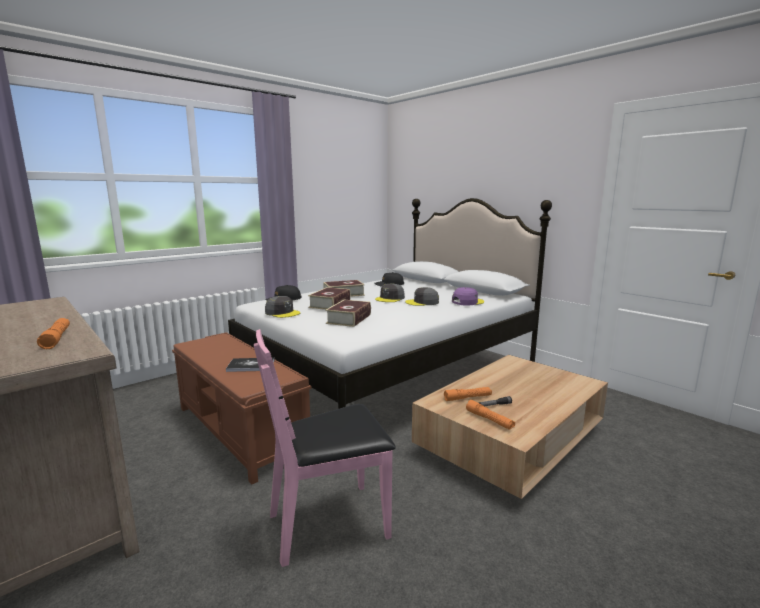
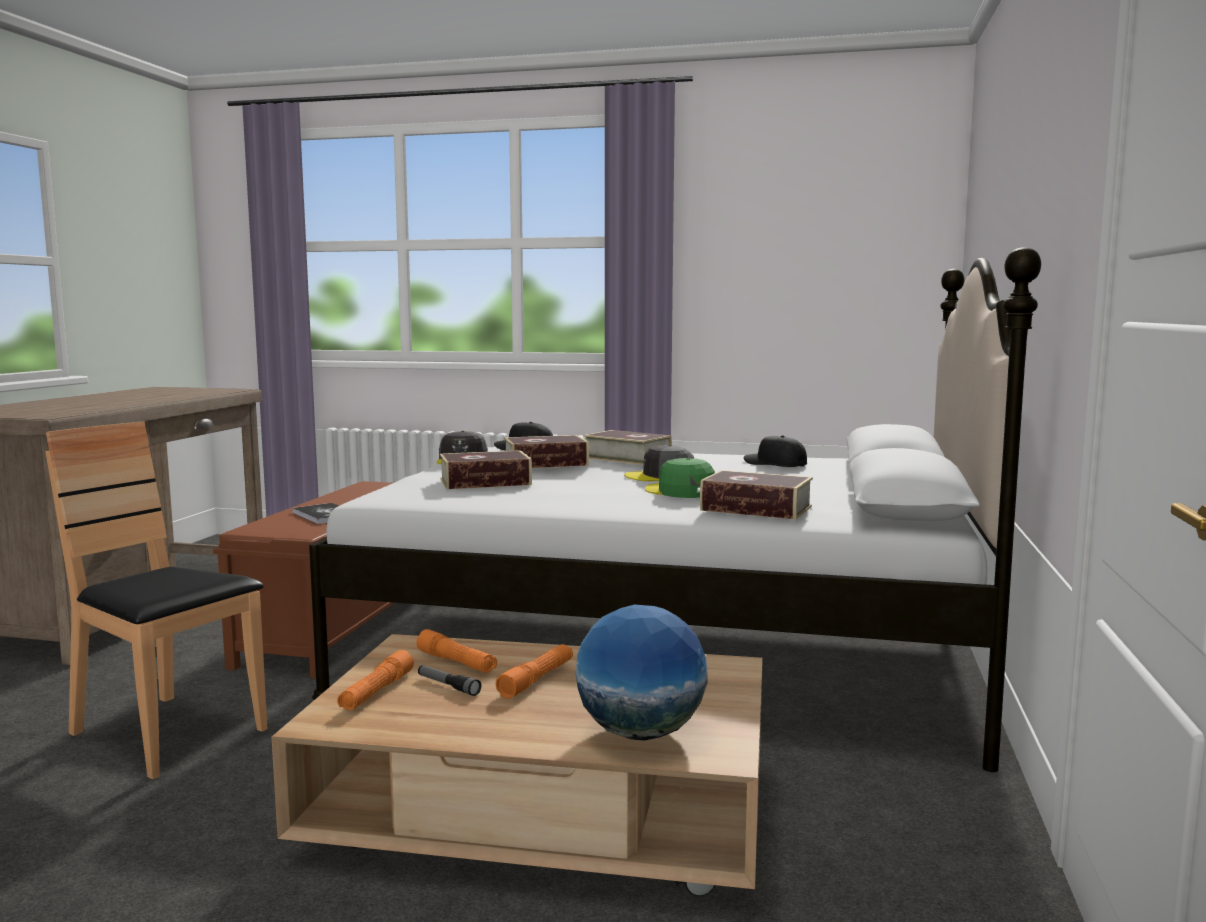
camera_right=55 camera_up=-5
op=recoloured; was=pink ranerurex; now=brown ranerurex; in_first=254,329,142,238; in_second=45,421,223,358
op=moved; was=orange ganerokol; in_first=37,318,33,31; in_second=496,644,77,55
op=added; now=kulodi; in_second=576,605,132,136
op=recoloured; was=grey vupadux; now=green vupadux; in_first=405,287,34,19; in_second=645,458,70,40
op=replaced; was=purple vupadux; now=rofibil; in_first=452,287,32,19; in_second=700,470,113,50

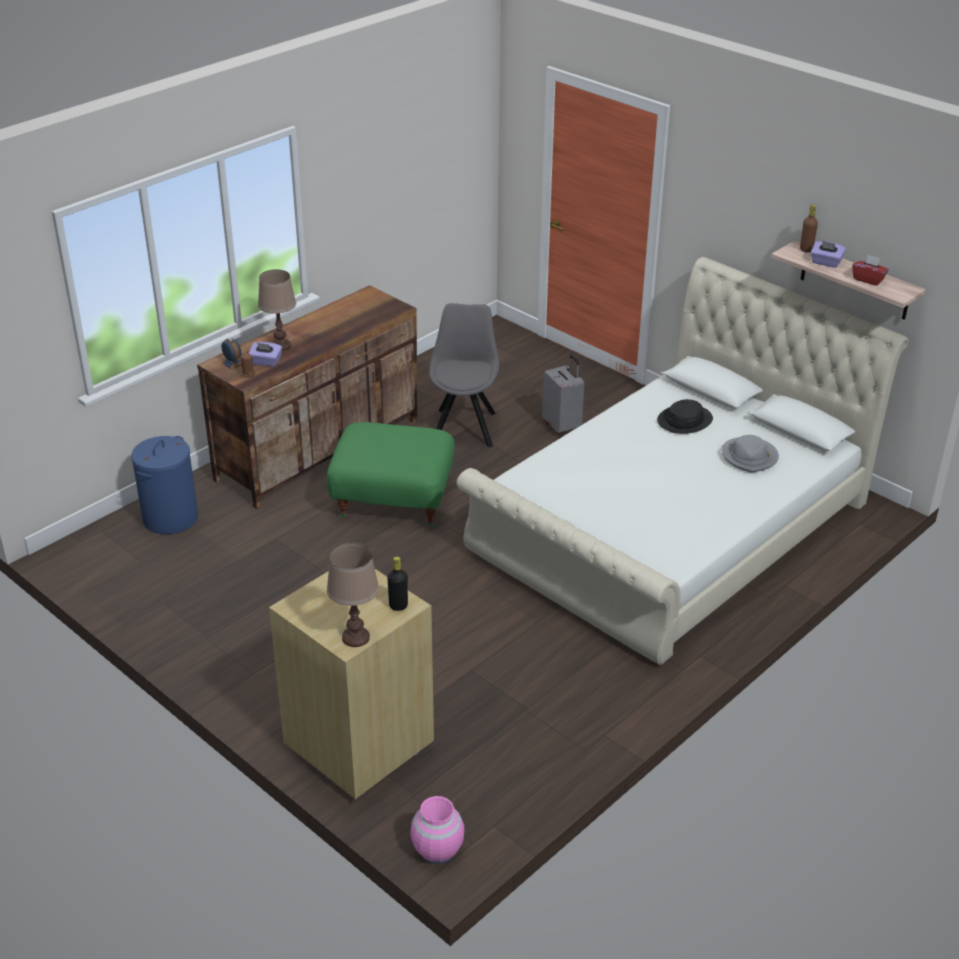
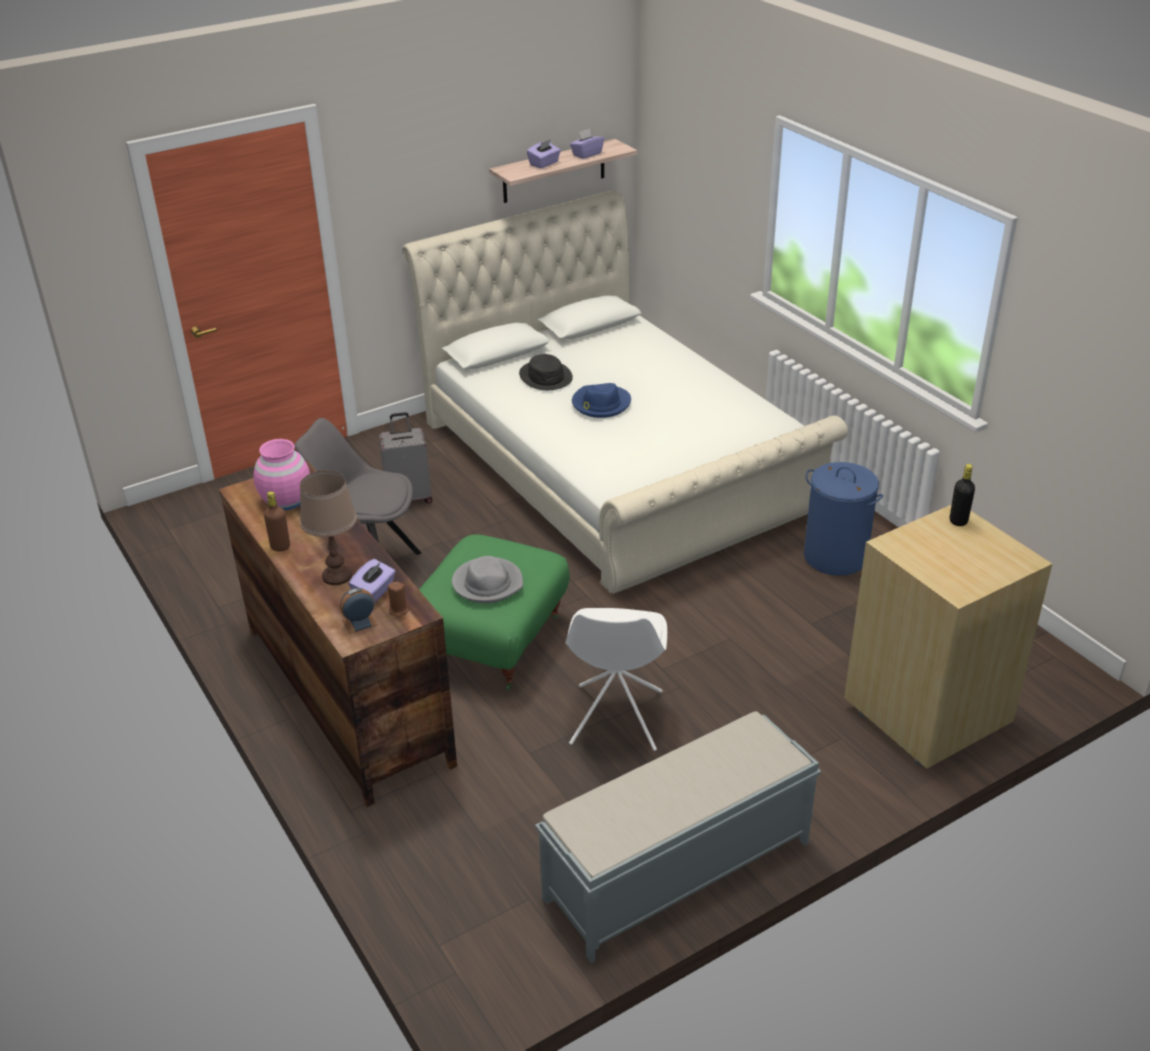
camera_right=-75 camera_up=0
op=moved; was=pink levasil; in_first=410,796,54,68; in_second=253,439,57,71
op=moved; was=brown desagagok; in_first=800,205,18,48; in_second=264,491,26,61
op=moved; was=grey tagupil; in_first=722,435,57,37; in_second=452,556,71,47
op=added; now=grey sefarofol; in_second=535,711,286,252
op=added; now=white ranerurex; in_second=565,608,102,143
op=recoloured; was=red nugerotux; now=purple nugerotux; in_first=852,255,37,31; in_second=570,129,34,30
op=added; now=blue tagupil; in_second=572,383,59,35
op=moved; was=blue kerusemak; in_first=131,436,67,98; in_second=804,462,79,114
op=removed; was=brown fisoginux; in_first=327,543,52,104

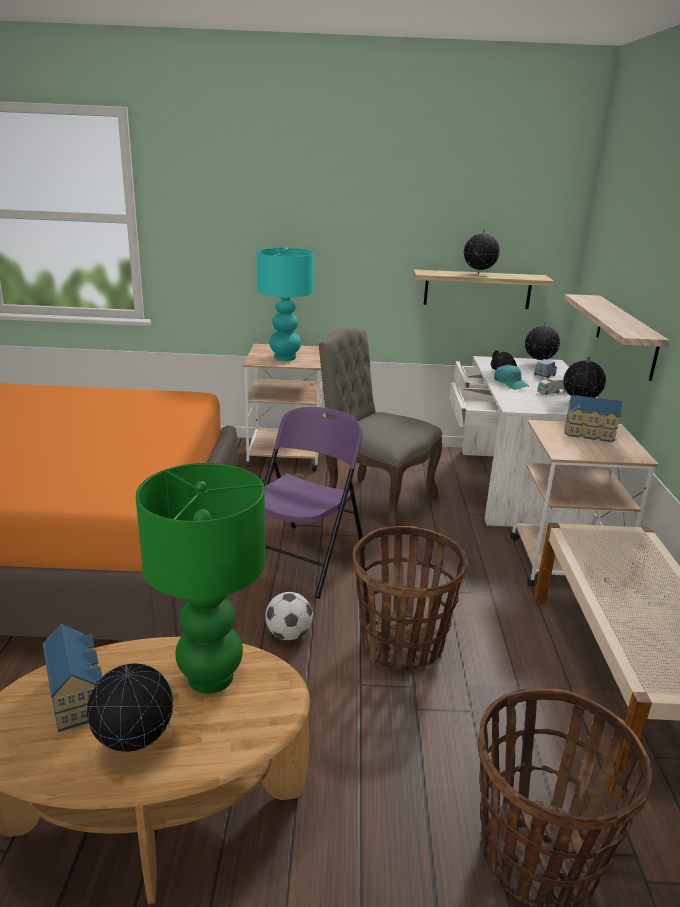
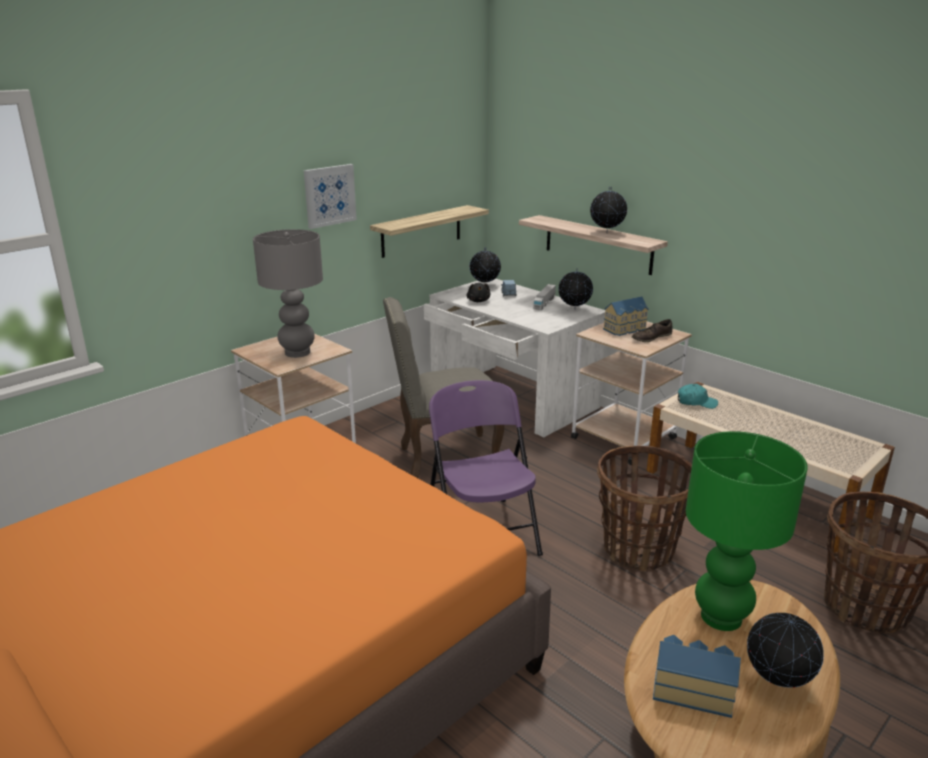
camera_right=-45 camera_up=0
op=recoloured; was=turquoise fisoginux; now=grey fisoginux; in_first=257,248,57,113; in_second=253,229,70,129
op=added; now=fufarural; in_second=304,164,53,65
op=moved; was=kulodi; in_first=464,229,36,46; in_second=590,187,37,46
op=added; now=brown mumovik; in_second=632,319,40,23
op=moved; was=turquoise vupadux; in_first=494,364,35,25; in_second=678,384,40,25
op=removed; was=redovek; in_first=265,592,48,48

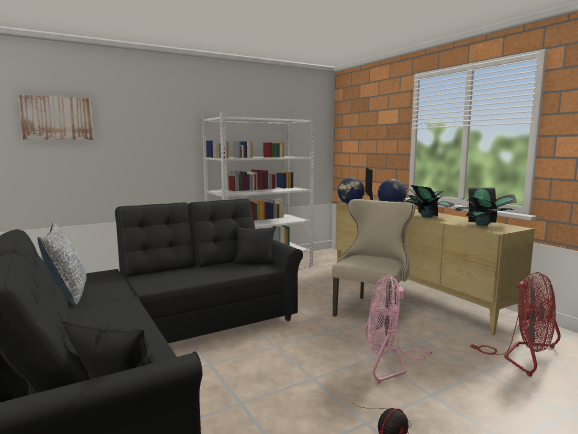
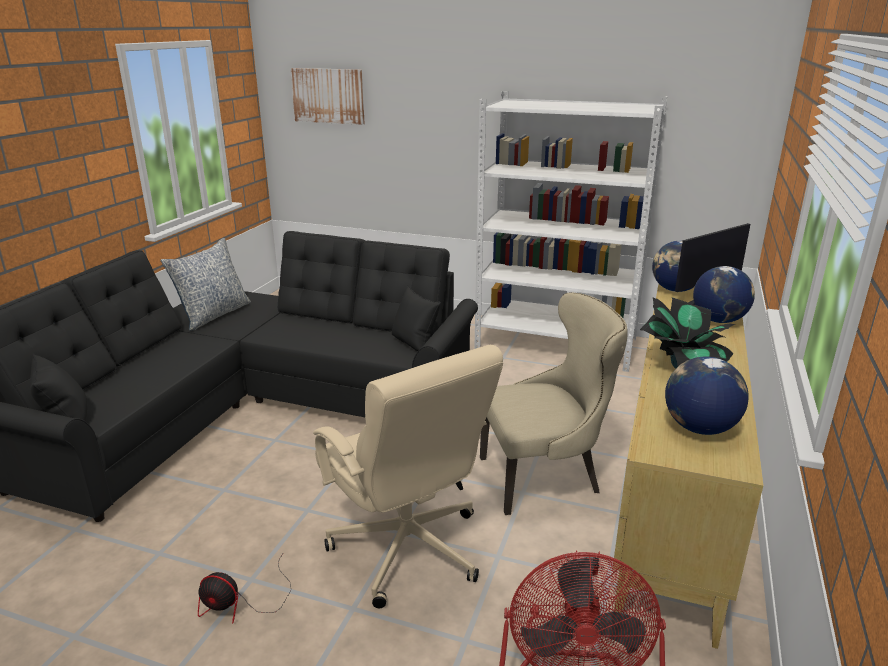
camera_right=50 camera_up=15
op=replaced; was=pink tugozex; now=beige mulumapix; in_first=364,275,69,109; in_second=313,345,190,263
op=replaced; was=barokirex; now=kulodi; in_first=454,188,63,38; in_second=665,357,84,78

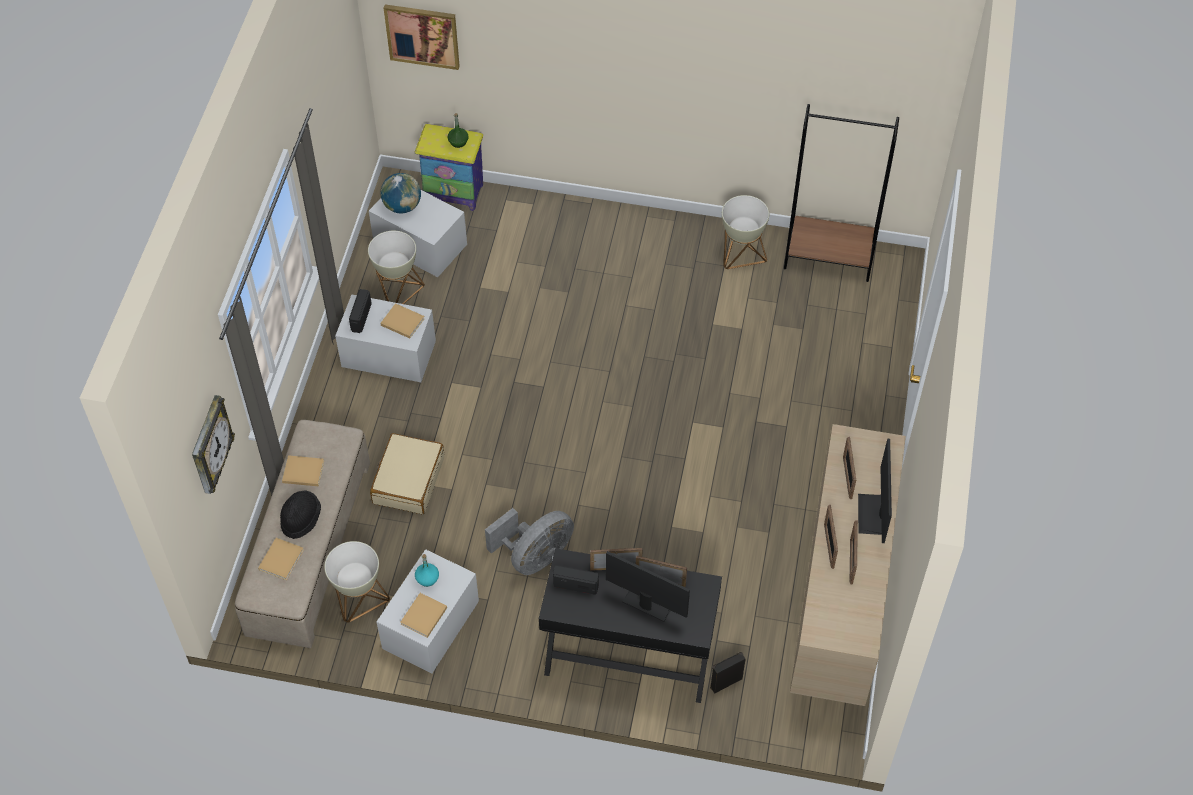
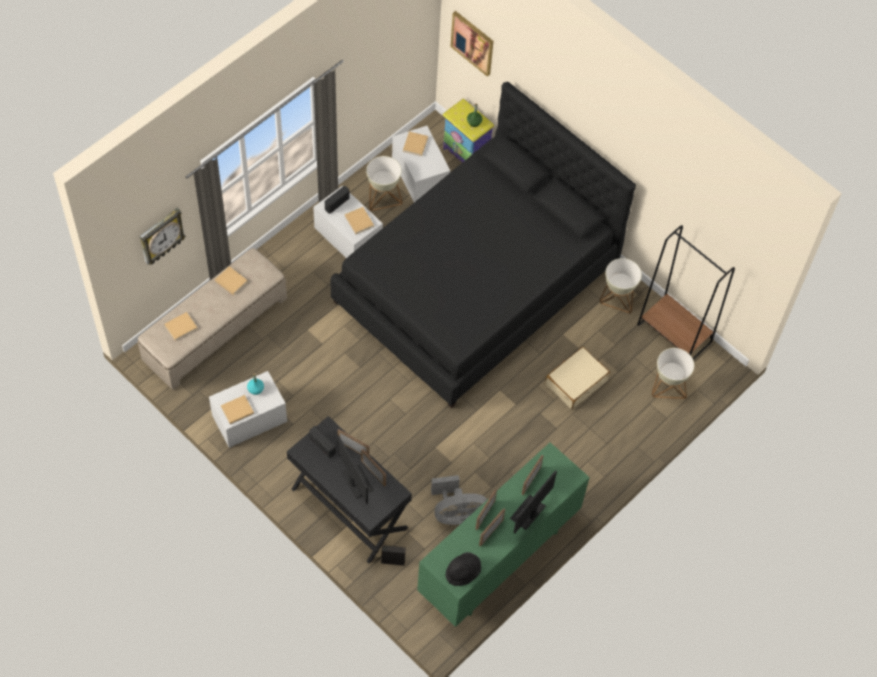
camera_right=30 camera_up=5
op=added; now=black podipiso; in_second=331,82,305,326
op=replaced; was=kulodi; now=beige rofibil; in_first=381,173,40,40; in_second=403,131,25,25
op=recoloured; was=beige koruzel; now=green koruzel; in_first=790,424,116,282; in_second=417,442,173,185
op=moved; was=grey tugozex; in_first=485,508,89,67; in_second=431,475,56,50
op=moved; was=black tagupil; in_first=280,491,41,48; in_second=445,552,36,34
op=moved; was=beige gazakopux; in_first=370,433,74,82; in_second=545,347,65,62
op=moved; was=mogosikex; in_first=324,541,66,82; in_second=652,348,42,51

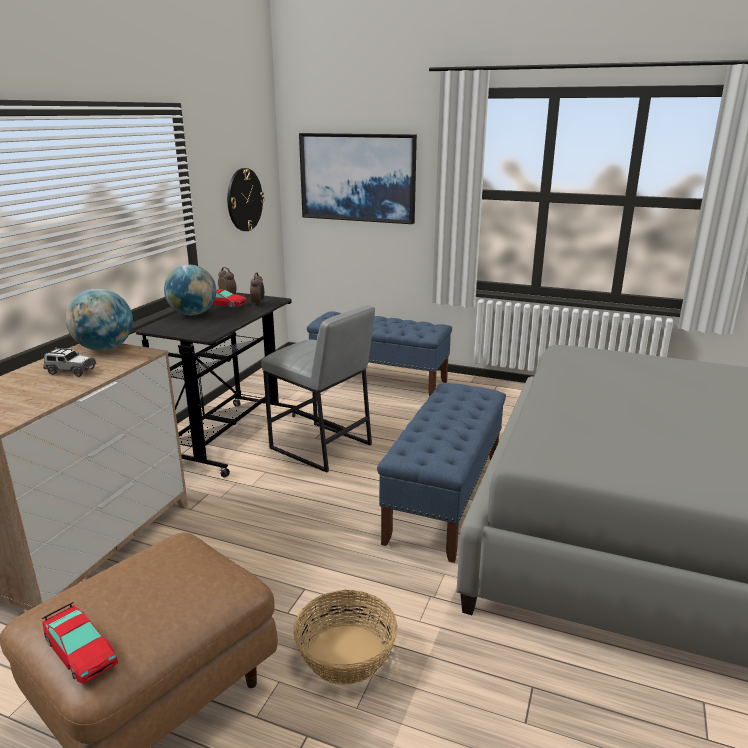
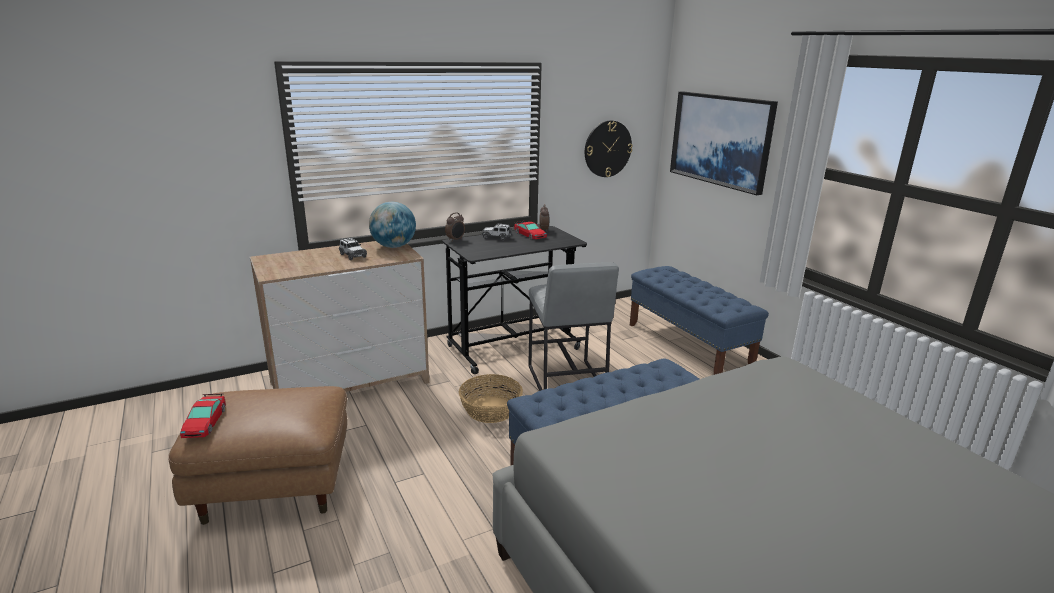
camera_right=40 camera_up=0
op=moved; was=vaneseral; in_first=250,273,14,33; in_second=445,212,20,30
op=moved; was=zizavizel; in_first=293,590,105,95; in_second=459,374,64,49
op=replaced; was=kulodi; now=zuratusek; in_first=164,265,52,50; in_second=482,224,30,16

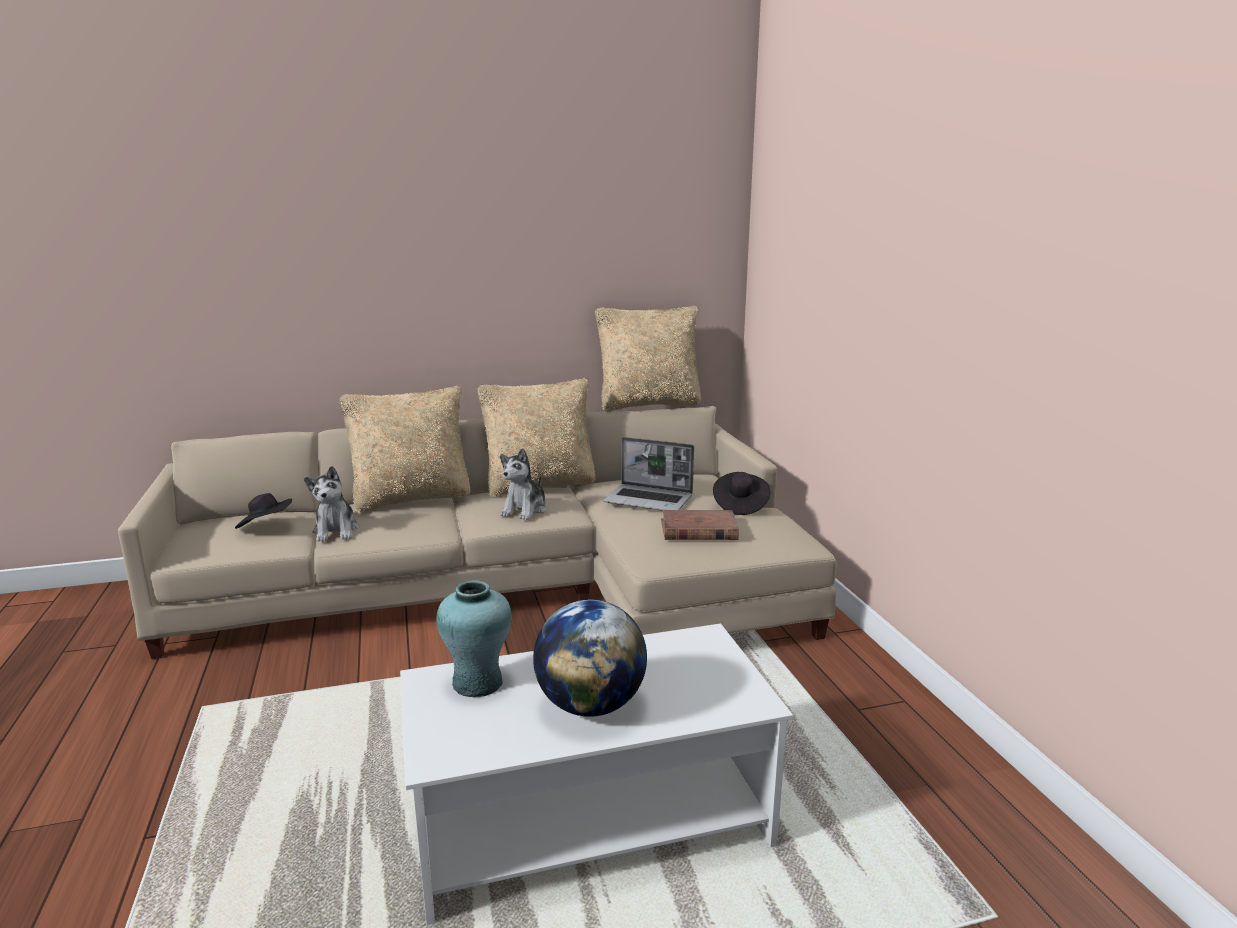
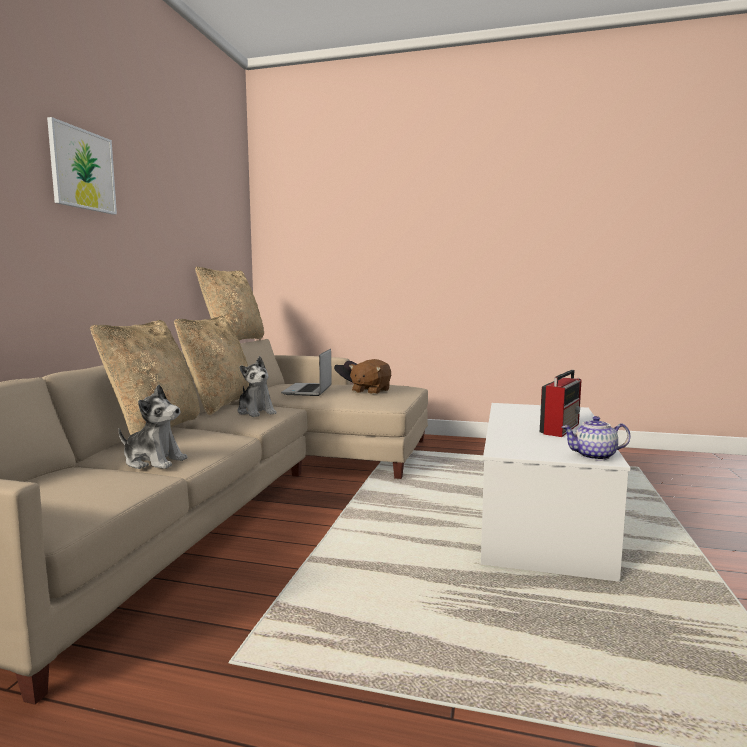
camera_right=-60 camera_up=-10
op=added; now=fufarural; in_second=47,117,70,98
op=turned; was=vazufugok; in_first=603,437,91,74; in_second=281,349,51,47; clockwise=135
op=replaced; was=brown rofibil; now=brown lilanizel; in_first=661,510,78,30; in_second=349,359,42,36
op=replaced; was=kulodi; now=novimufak; in_first=533,600,114,117; in_second=540,370,42,67
op=added; now=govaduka; in_second=562,416,68,44
op=removed; was=black tagupil; in_first=235,493,57,36
op=removed; was=turquoise levasil; in_first=436,580,75,117

